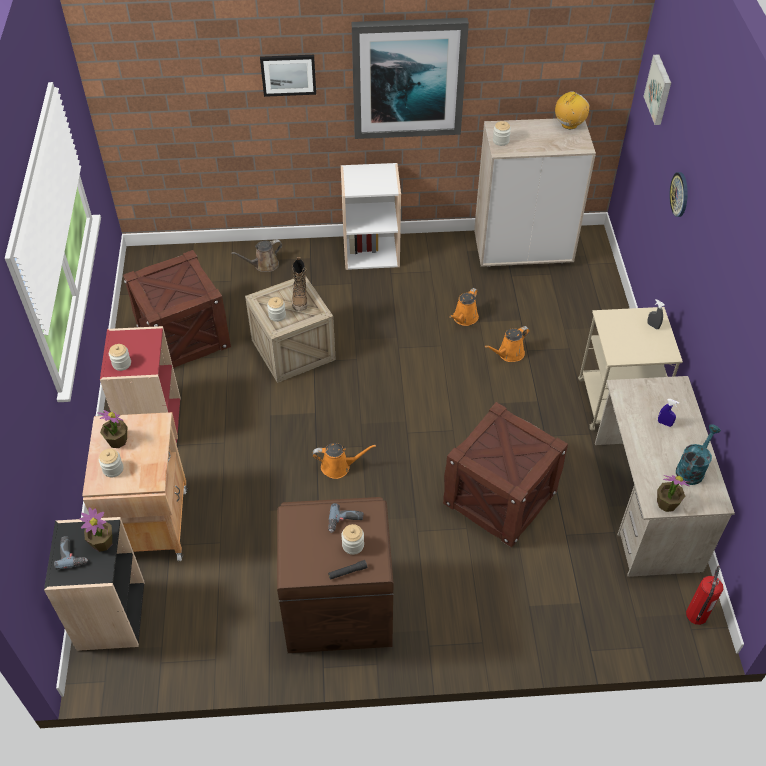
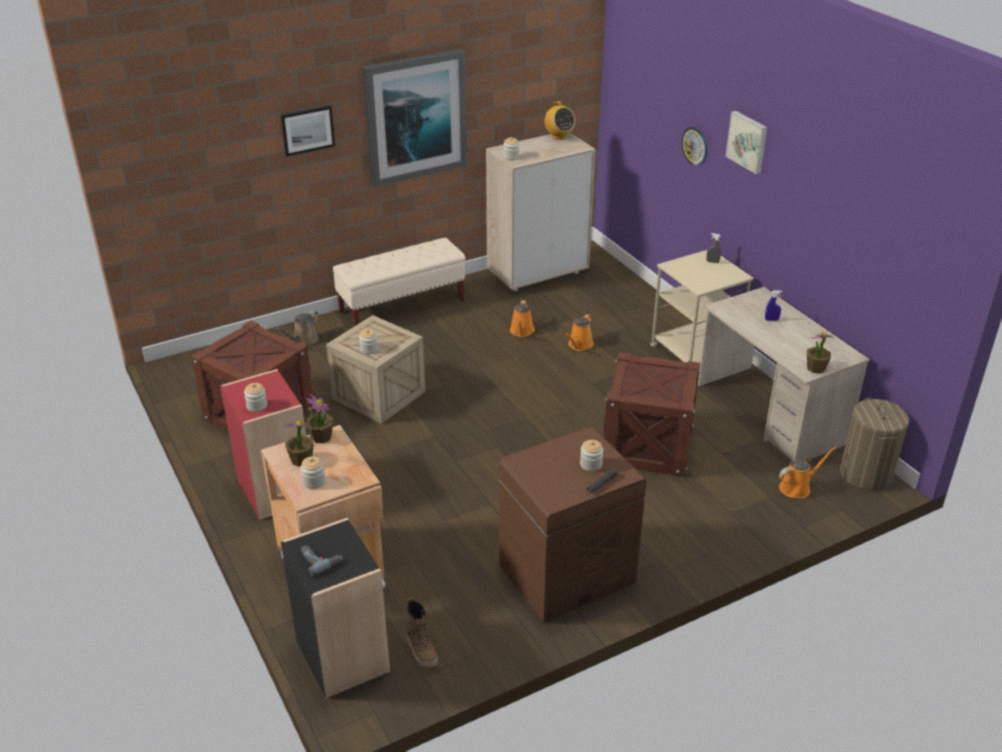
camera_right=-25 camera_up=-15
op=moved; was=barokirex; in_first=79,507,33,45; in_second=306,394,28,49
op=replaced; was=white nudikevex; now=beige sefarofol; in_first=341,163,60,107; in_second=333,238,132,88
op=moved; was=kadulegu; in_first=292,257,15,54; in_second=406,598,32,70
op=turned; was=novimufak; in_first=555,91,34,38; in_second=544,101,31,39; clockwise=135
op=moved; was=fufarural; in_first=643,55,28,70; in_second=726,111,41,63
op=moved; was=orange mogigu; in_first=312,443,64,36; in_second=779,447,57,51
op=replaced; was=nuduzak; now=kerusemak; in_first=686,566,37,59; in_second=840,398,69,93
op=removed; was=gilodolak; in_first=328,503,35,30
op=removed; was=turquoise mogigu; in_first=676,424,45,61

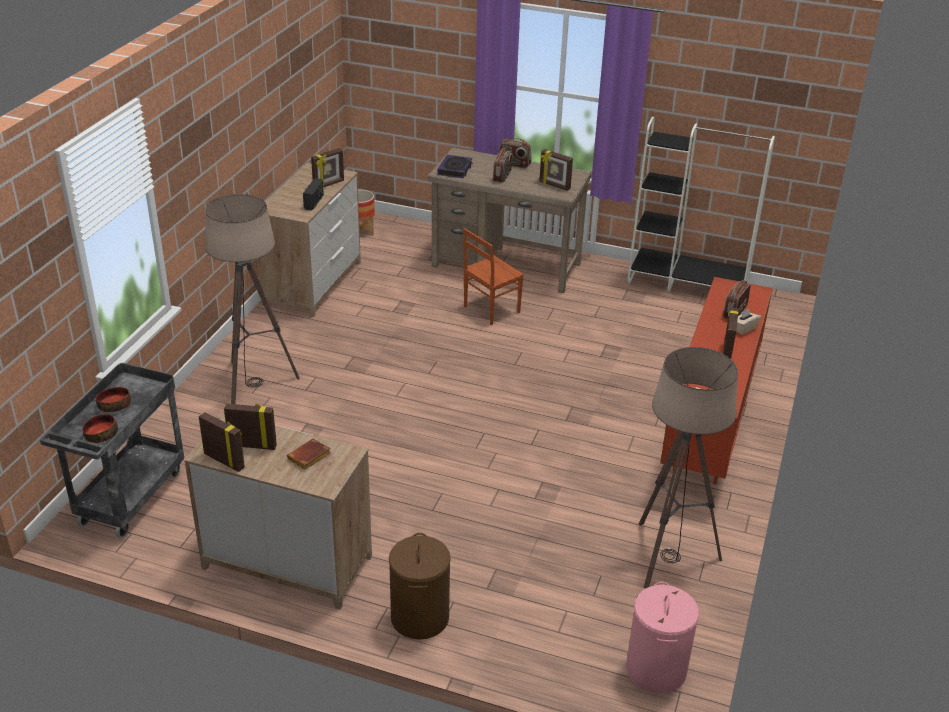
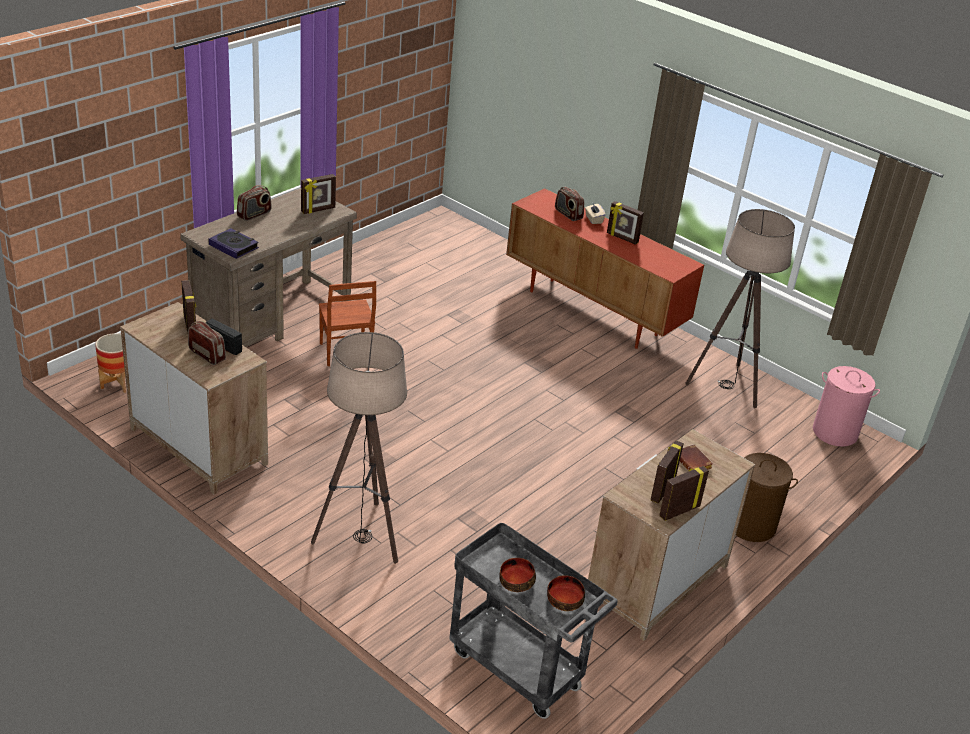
camera_right=-70 camera_up=0
op=moved; was=novimufak; in_first=493,148,19,34; in_second=188,321,38,44
op=removed; was=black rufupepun; in_first=627,117,148,174

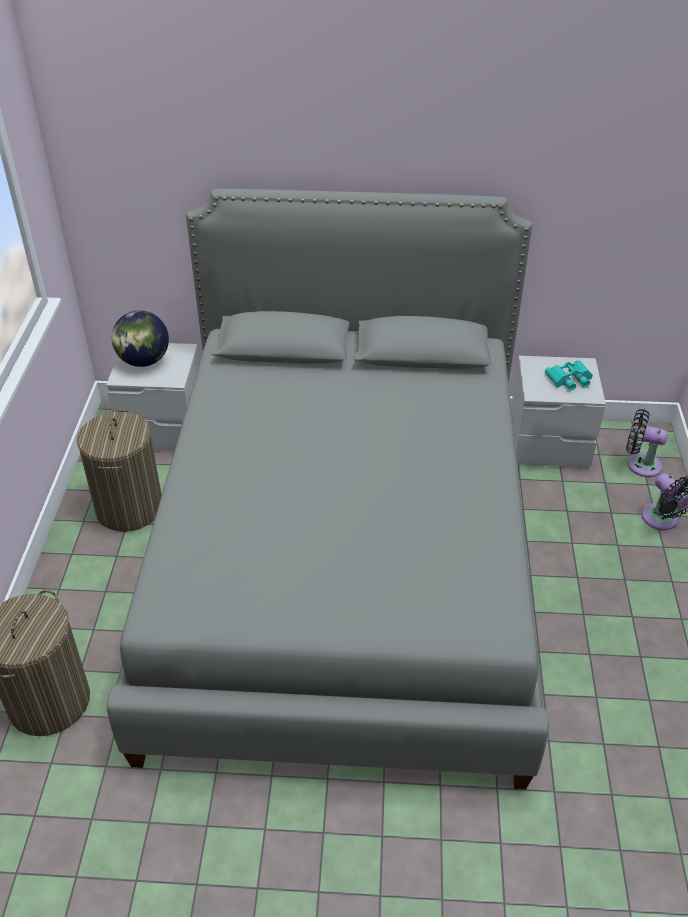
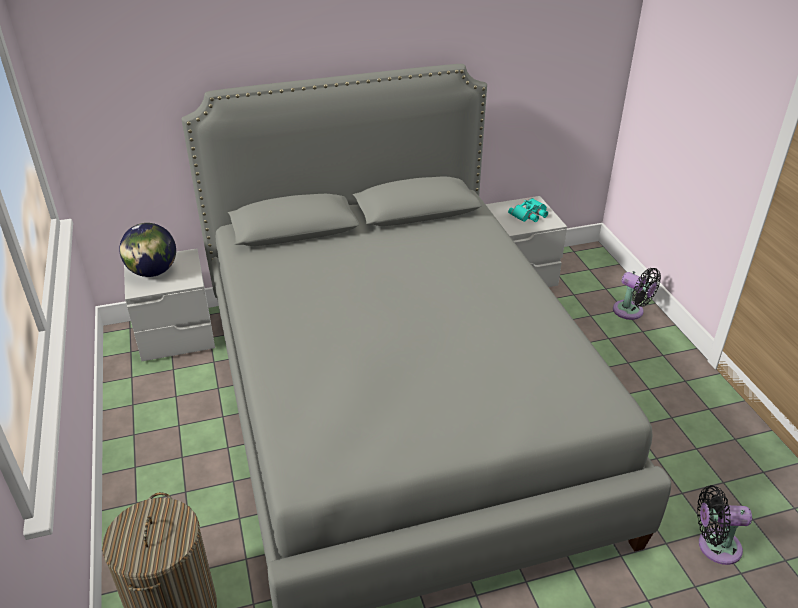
camera_right=-20 camera_up=-5
op=moved; was=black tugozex; in_first=626,409,42,68; in_second=697,485,55,80
op=removed; was=kerusemak; in_first=77,409,85,123

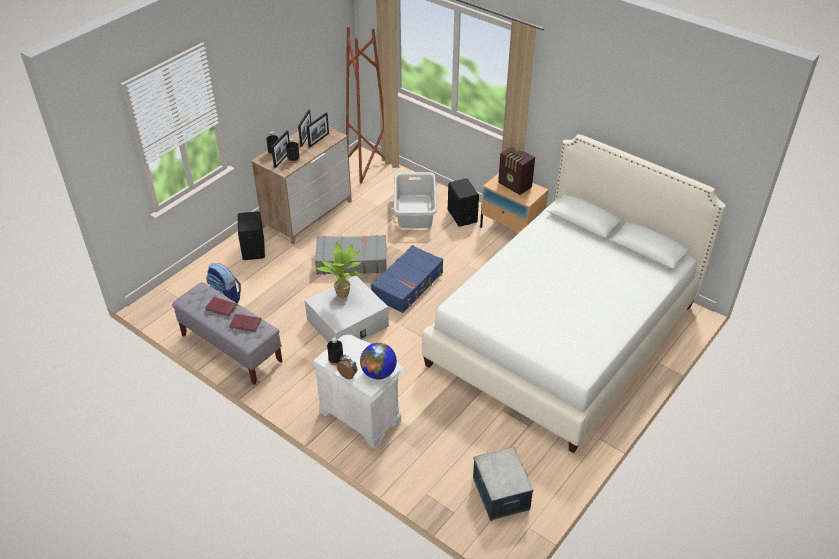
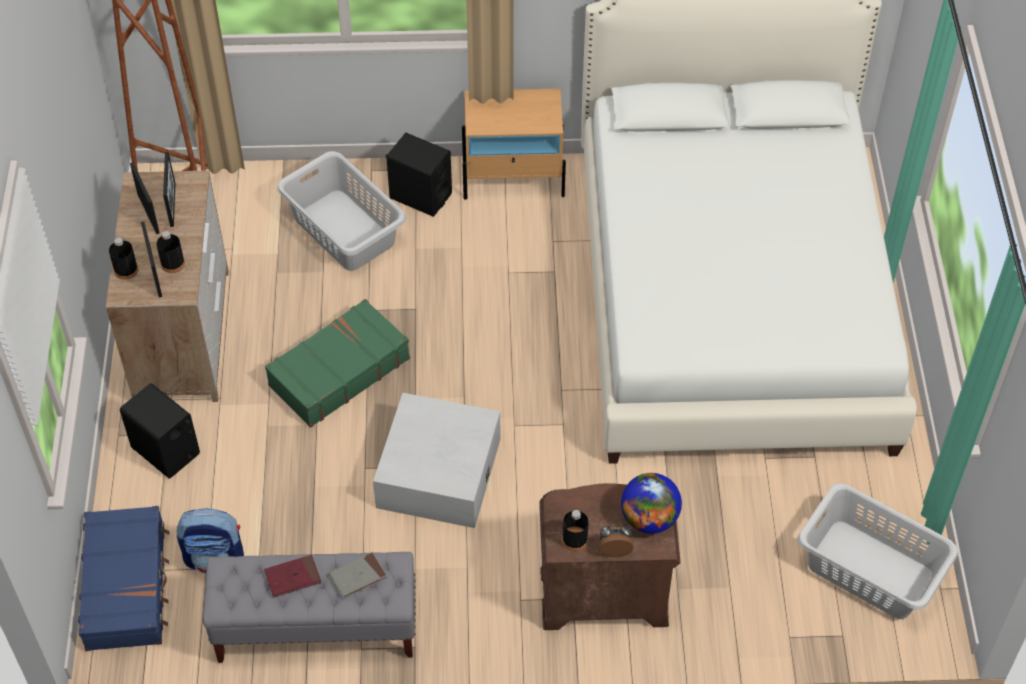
camera_right=-40 camera_up=10
op=moved; was=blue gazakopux; in_first=371,245,72,68; in_second=78,506,91,145
op=recoloured; was=grey gazakopux; now=green gazakopux; in_first=315,235,71,40; in_second=265,299,145,129
op=recoloured; was=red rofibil; now=grey rofibil; in_first=230,314,32,18; in_second=329,552,59,47
op=recoloured; was=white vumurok; now=brown vumurok; in_first=312,335,91,114; in_second=540,483,141,147
op=replaced; was=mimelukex; now=grey kerusemak; in_first=473,447,60,74; in_second=798,483,160,136
op=removed; was=barokirex; in_first=316,242,45,56
op=removed; was=novimufak; in_first=498,147,37,48

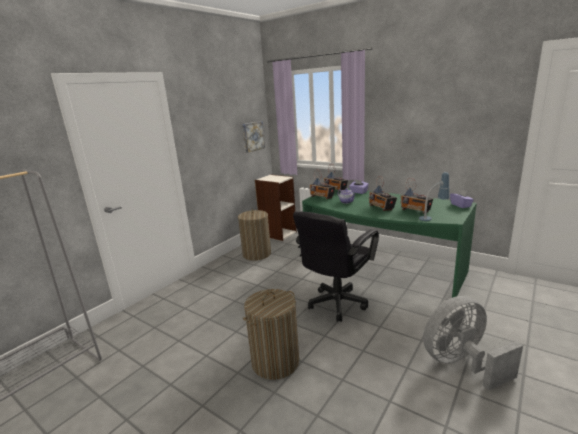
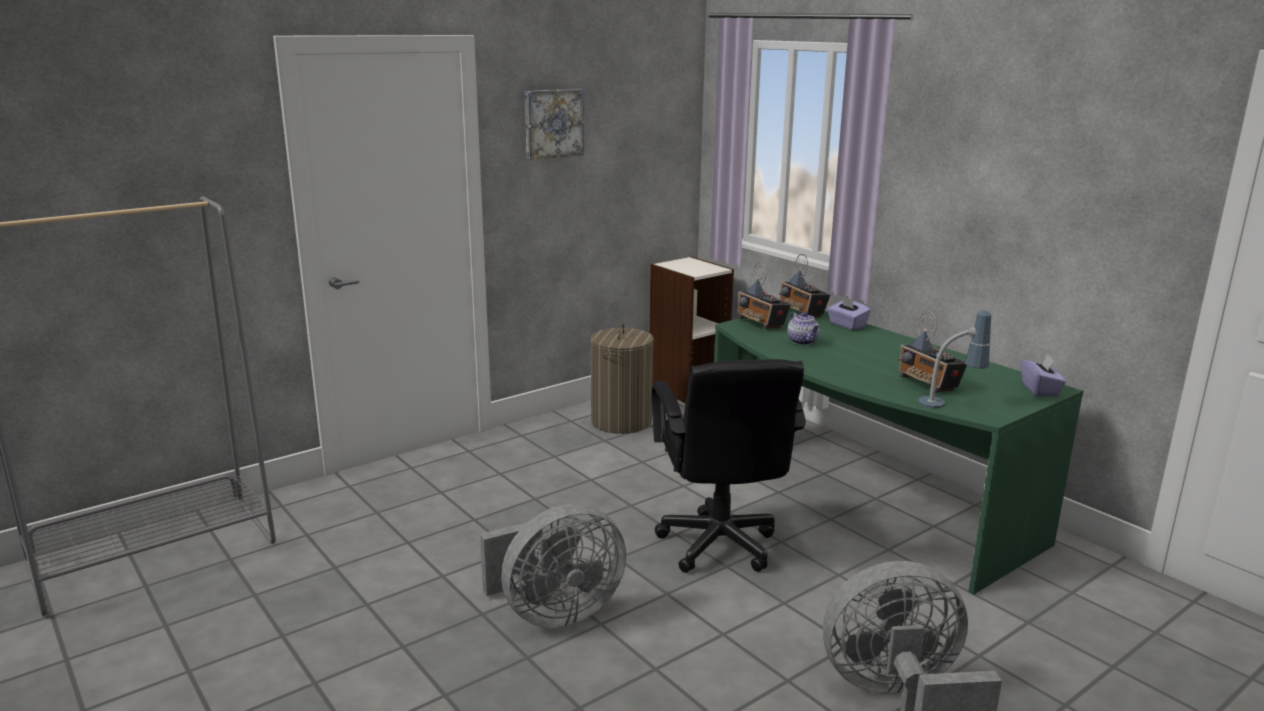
camera_right=15 camera_up=0
op=replaced; was=kerusemak; now=grey tugozex; in_first=243,289,56,91; in_second=480,504,146,125
op=moved; was=fufarural; in_first=242,121,23,32; in_second=525,89,59,71
op=turned; was=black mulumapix; in_first=293,211,86,111; in_second=652,359,154,214; clockwise=-60
op=removed; was=novimufak; in_first=368,176,29,35

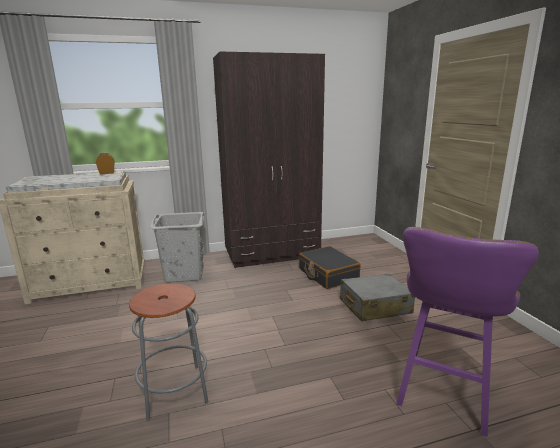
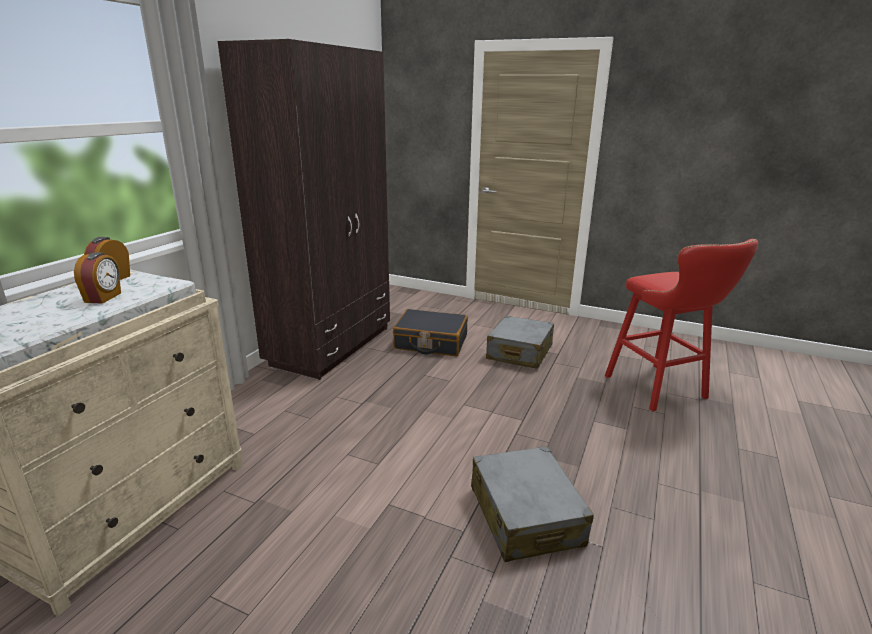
camera_right=-50 camera_up=5
op=added; now=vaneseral; in_second=74,252,47,52
op=replaced; was=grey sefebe; now=grey gazakopux; in_first=129,283,79,138; in_second=471,446,123,116
op=recoloured; was=purple sefebe; now=red sefebe; in_first=396,227,143,210; in_second=605,239,153,172
op=removed; was=grey kerusemak; in_first=150,212,55,71

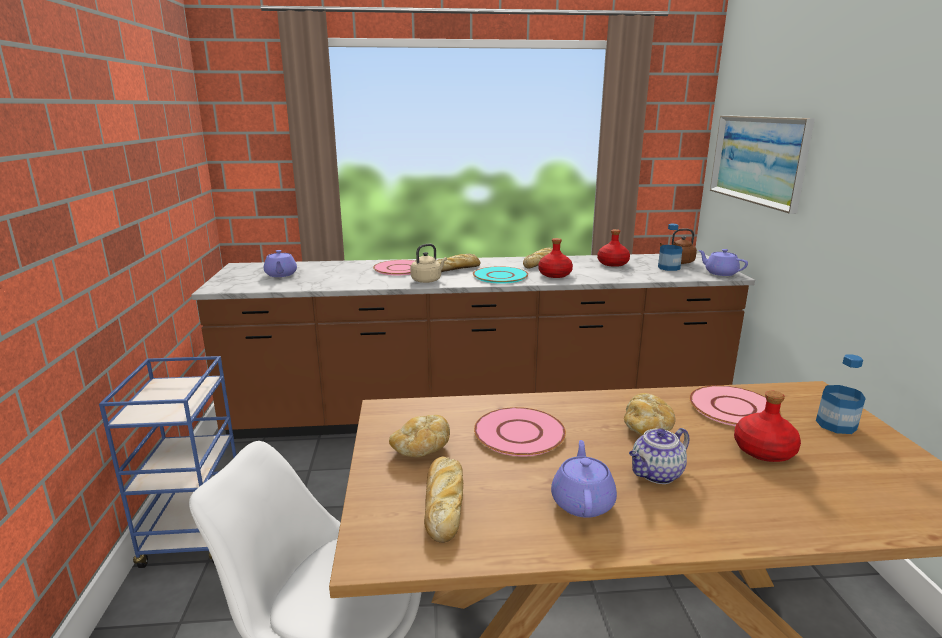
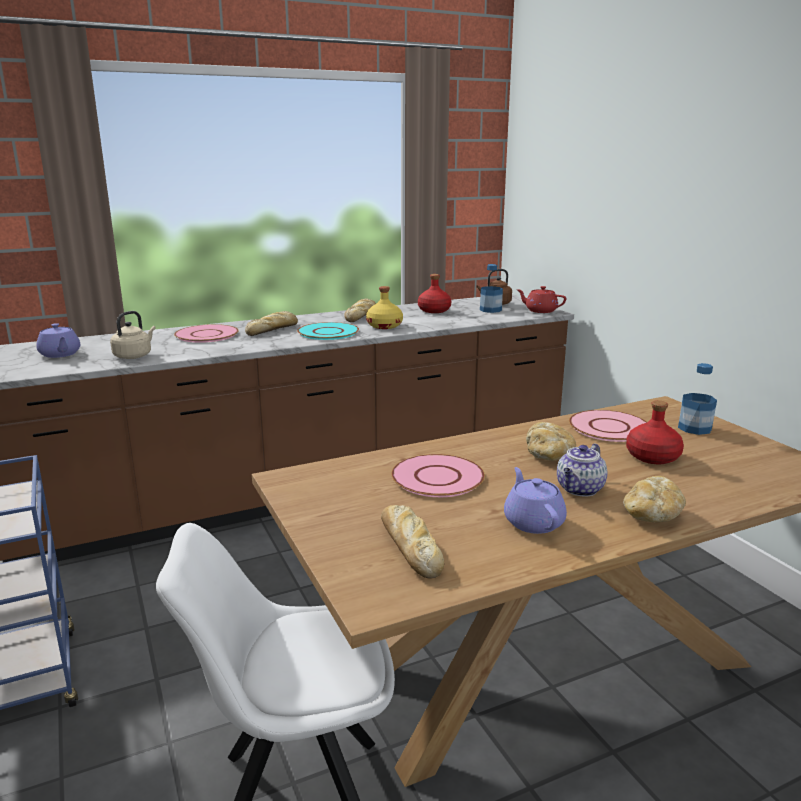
camera_right=-20 camera_up=0
op=moved; was=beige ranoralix; in_first=410,244,37,39; in_second=110,311,46,48
op=recoloured; was=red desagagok; now=yellow desagagok; in_first=538,238,35,40; in_second=366,286,37,43
op=recoloured; was=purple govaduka; now=red govaduka; in_first=698,249,50,27; in_second=516,286,50,27
op=moved; was=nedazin; in_first=389,415,61,42; in_second=623,476,63,46
op=removed; was=fufarural; in_first=710,115,105,99

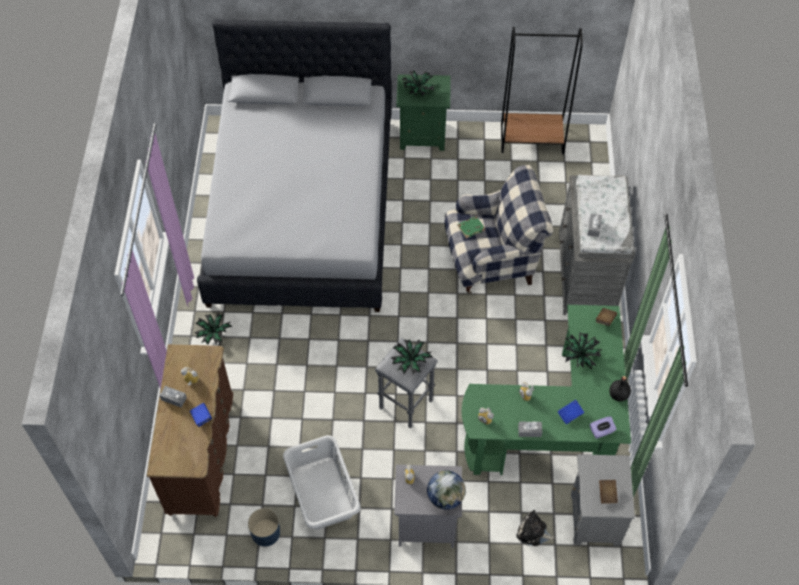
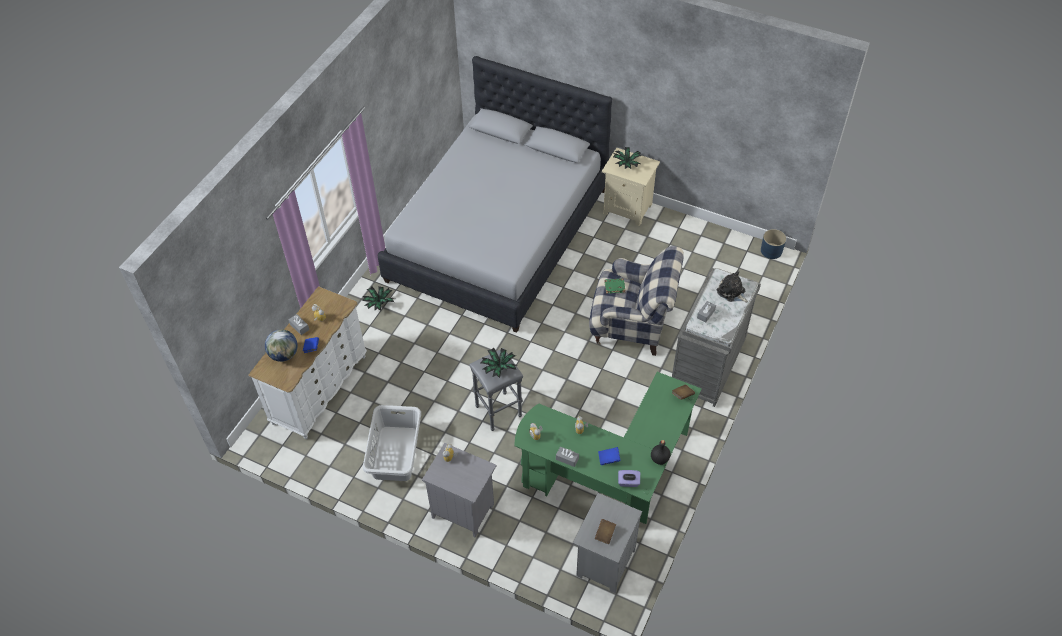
camera_right=25 camera_up=-5
op=recoloured; was=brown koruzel; now=white koruzel; in_first=147,344,86,173; in_second=248,286,119,153
op=moved; was=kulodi; in_first=427,470,39,39; in_second=265,329,33,33
op=recoloured; was=green vumurok; now=beige vumurok; in_first=396,74,55,77; in_second=602,148,58,78
op=moved; was=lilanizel; in_first=516,510,39,36; in_second=717,271,31,31
op=moved; was=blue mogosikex; in_first=248,508,32,39; in_second=761,229,25,30
op=removed; was=rufupepun; in_first=501,27,82,127
op=removed; was=barokirex; in_first=563,332,39,38

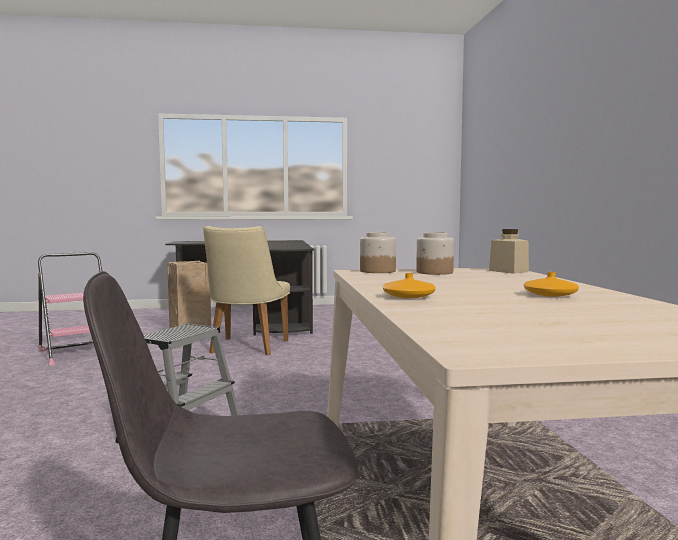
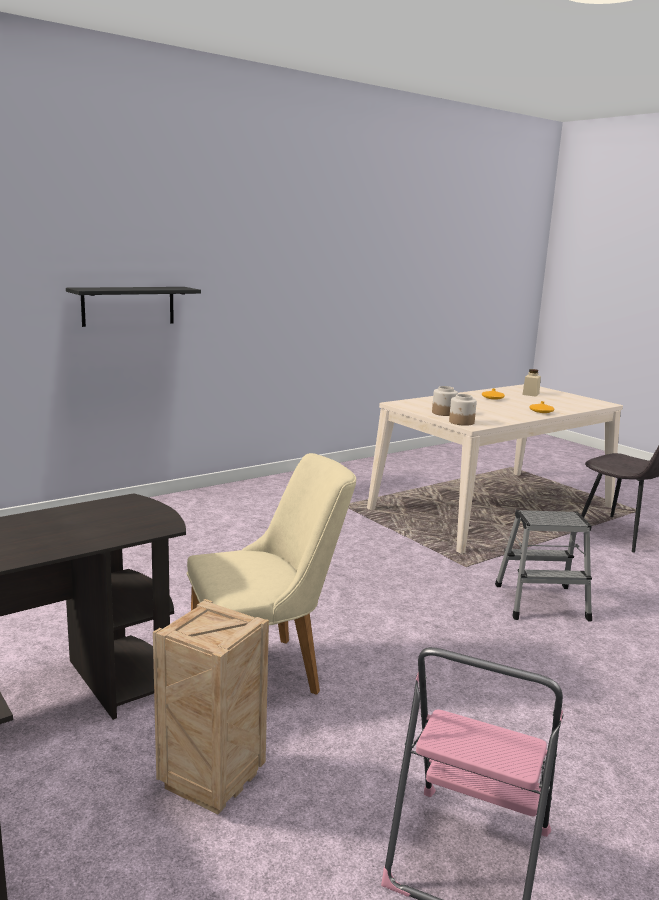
camera_right=-120 camera_up=10
op=added; now=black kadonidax; in_second=66,287,135,40
op=moved; was=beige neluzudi; in_first=489,229,40,45; in_second=522,369,19,28

